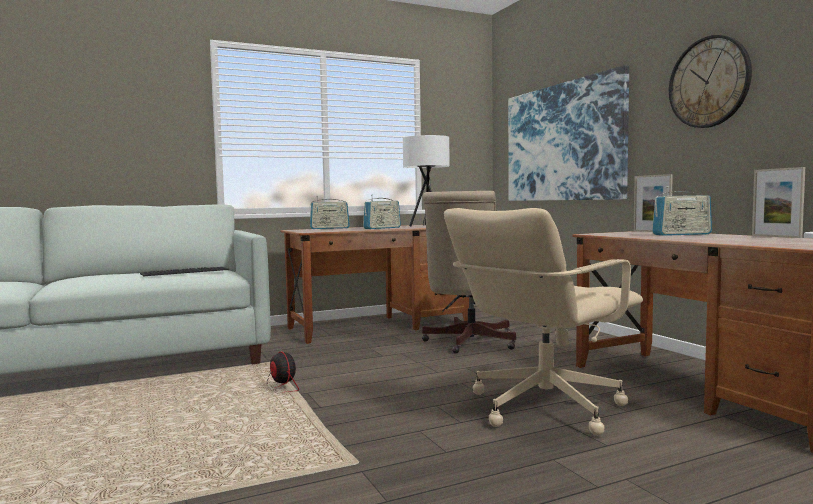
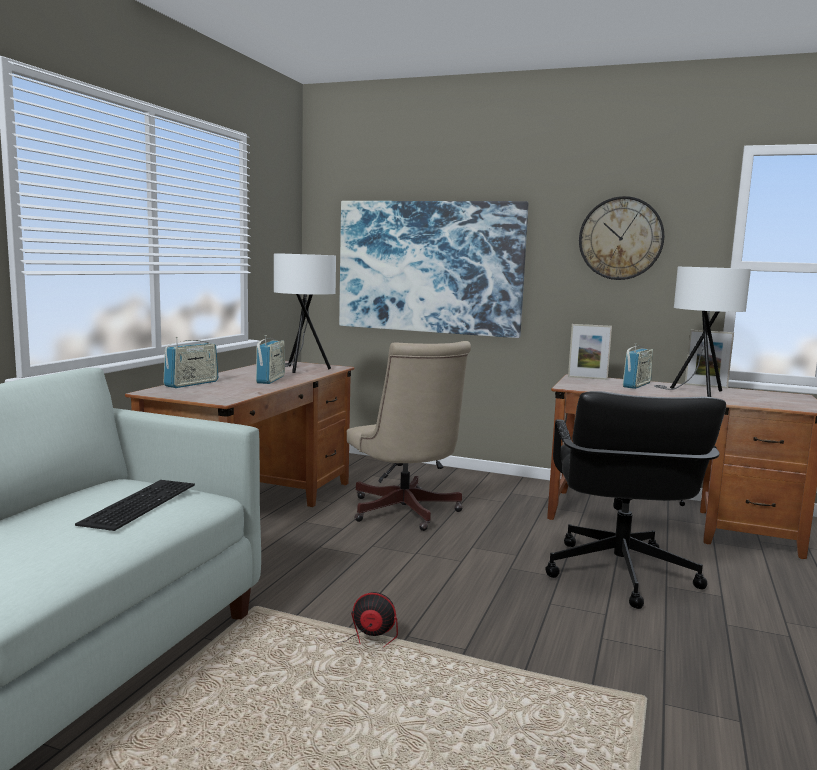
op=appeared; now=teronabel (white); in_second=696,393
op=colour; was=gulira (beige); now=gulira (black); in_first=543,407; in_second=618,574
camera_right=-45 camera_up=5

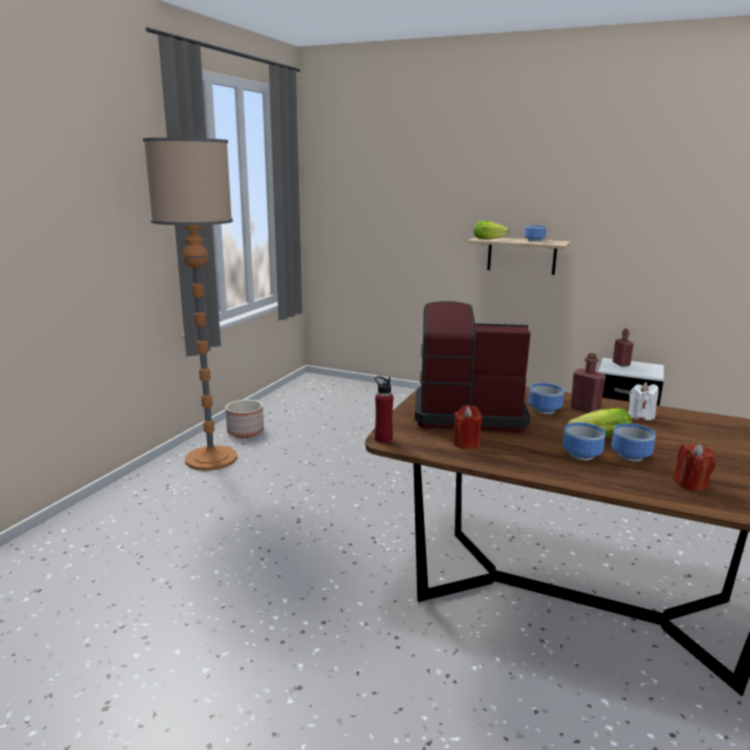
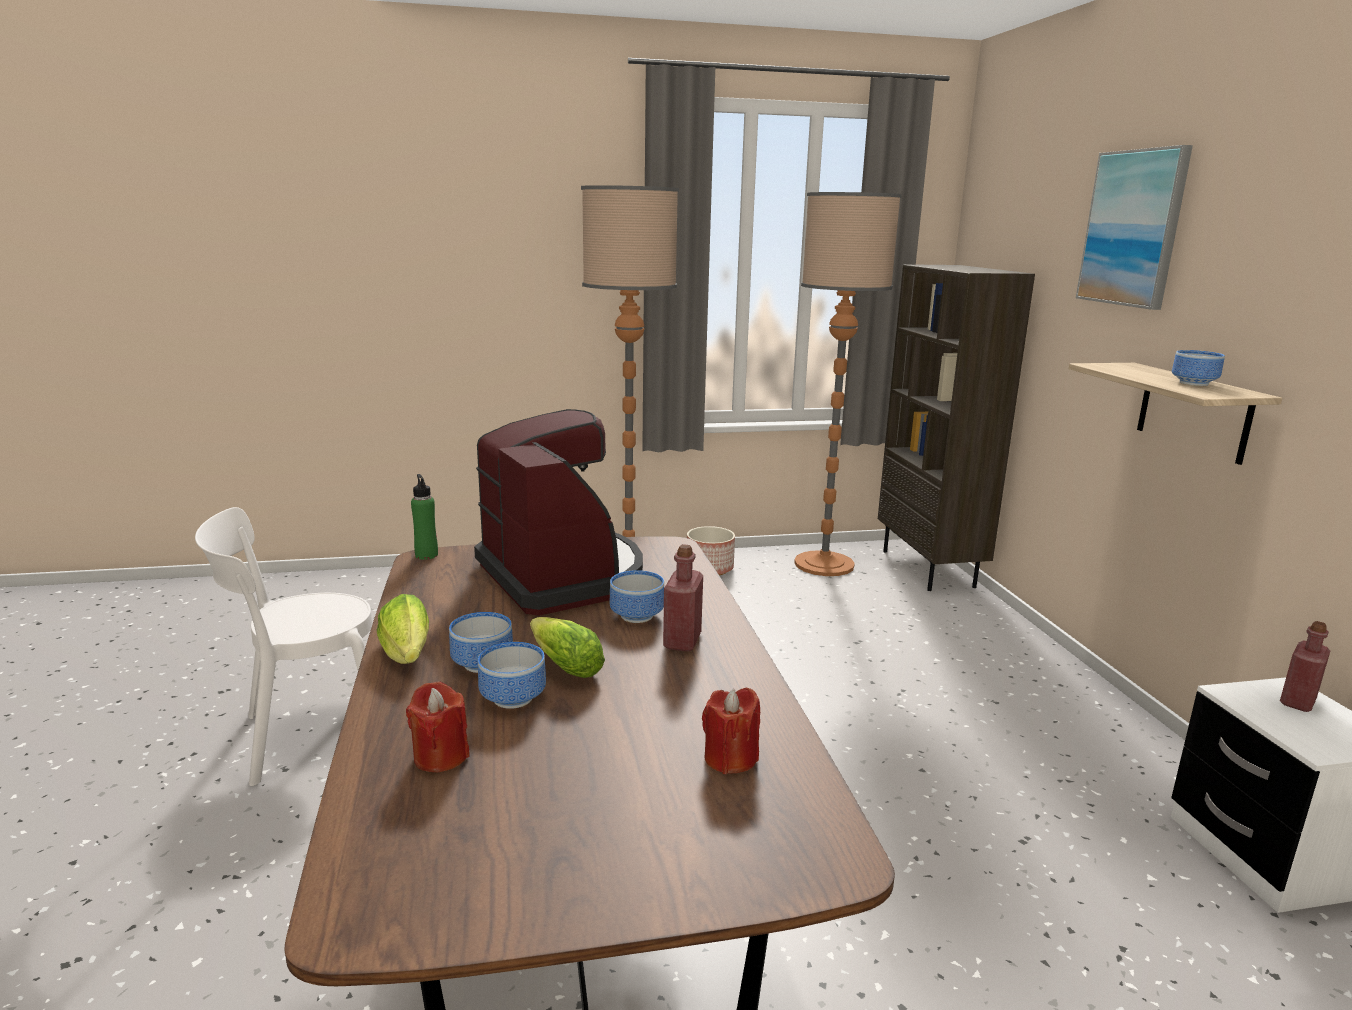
op=missing; was=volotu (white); in_first=641,416
op=appeared; now=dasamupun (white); in_second=307,736
op=appeared; now=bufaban; in_second=824,564
op=appeared; now=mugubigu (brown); in_second=929,569
op=appeared; now=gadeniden; in_second=1133,228
op=relocated; was=volotu (red); in_first=466,443; in_second=730,758
op=relocated; was=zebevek; in_first=490,239; in_second=407,655
op=colour; was=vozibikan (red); now=vozibikan (green); in_first=383,439; in_second=426,555
camera_right=55 camera_up=0

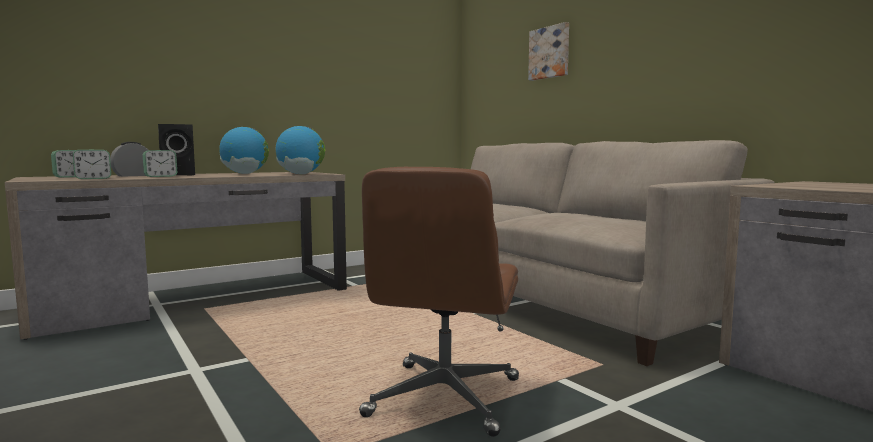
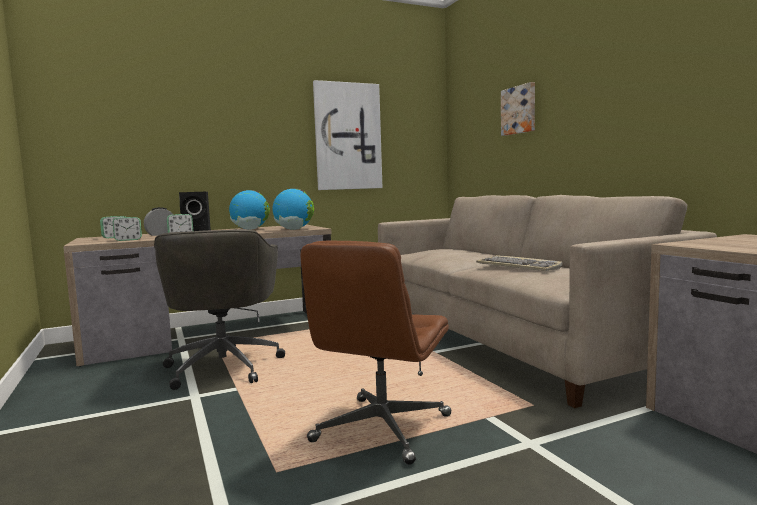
op=appeared; now=gulira (grey); in_second=224,366
op=appeared; now=gadeniden; in_second=347,136
op=appeared; now=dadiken; in_second=519,266
camera_right=10 camera_up=0

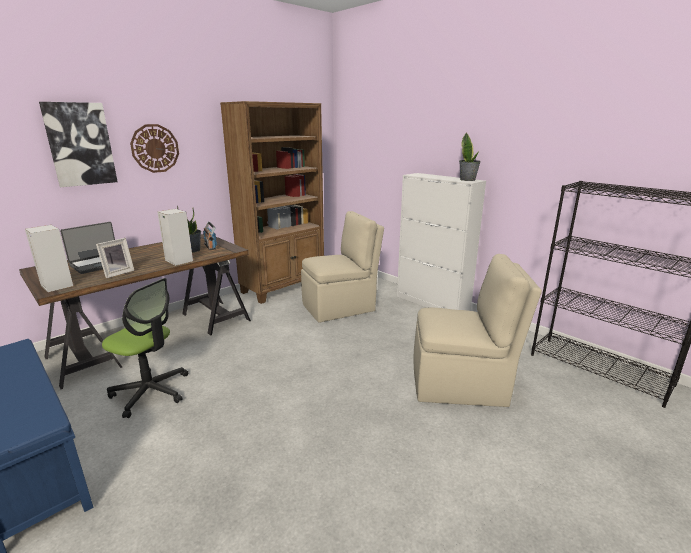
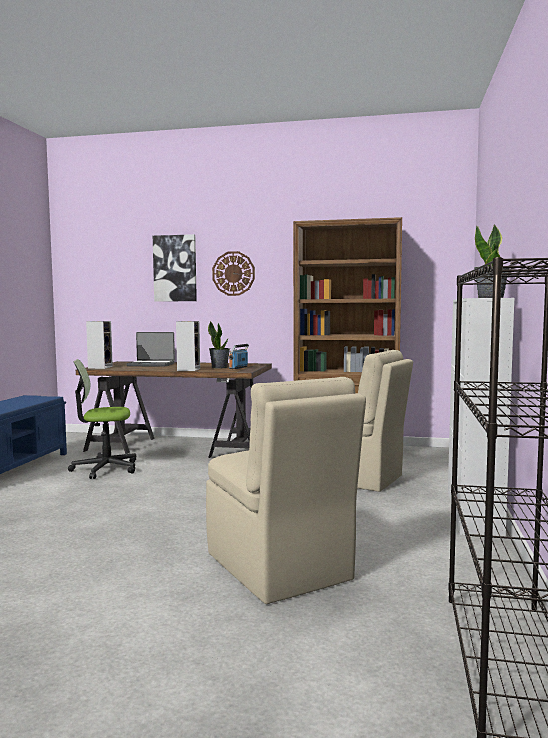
op=missing; was=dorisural; in_first=117,273
op=spun; was=gulira; in_first=151,392; in_second=105,469; clockwise=90
camera_right=55 camera_up=-15

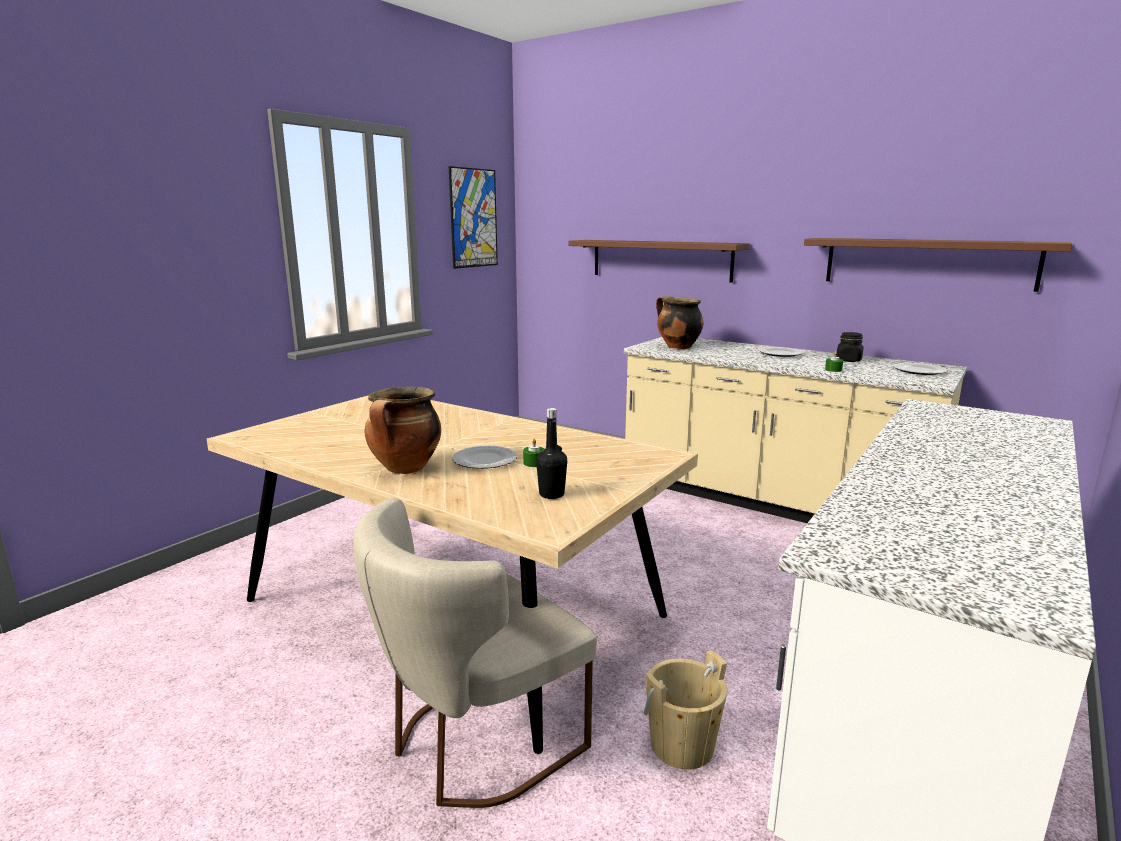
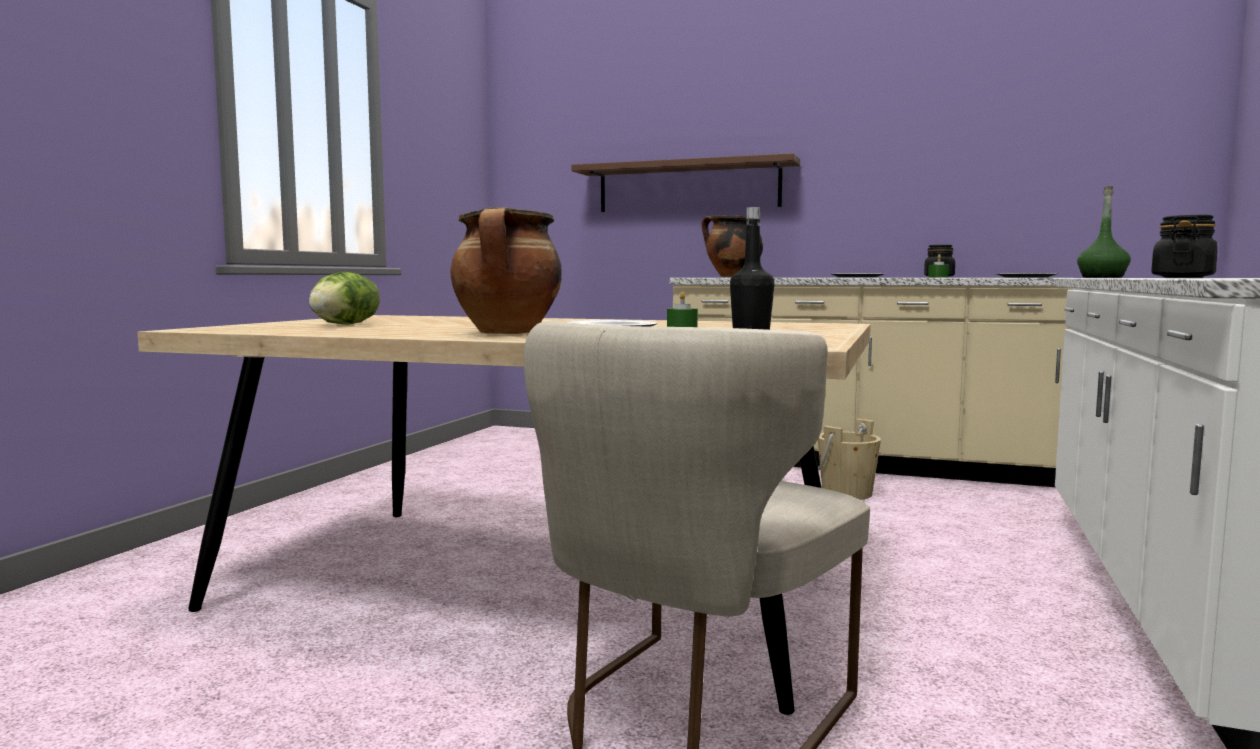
op=missing; was=gadeniden; in_first=473,218
op=missing; was=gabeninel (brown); in_first=927,263
op=appeared; now=zebevek; in_second=346,324
op=appeared; now=vozibikan (green); in_second=1102,277
op=appeared; now=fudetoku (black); in_second=1182,277
op=relocated; was=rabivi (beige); in_first=682,745; in_second=847,493
camera_right=-15 camera_up=-10

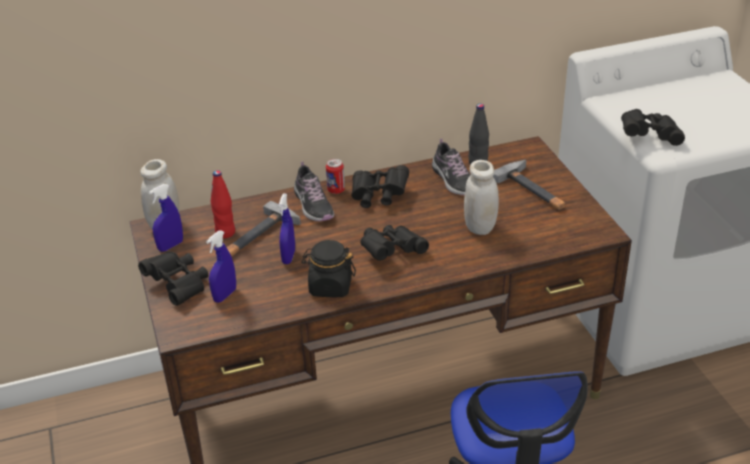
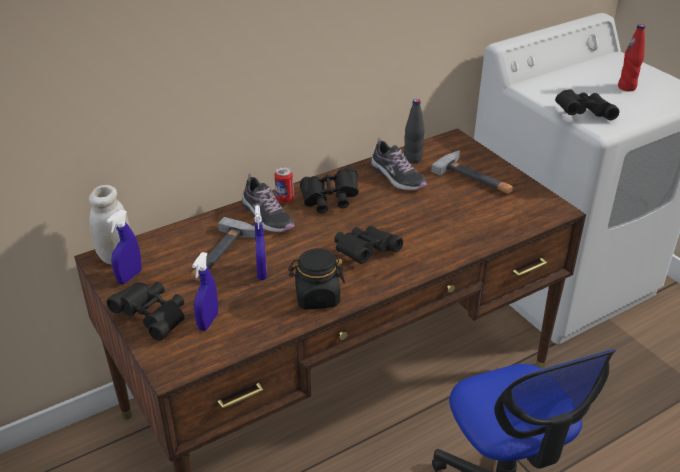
op=missing; was=fudetoku (white); in_first=480,227
op=relocated; was=vozibikan (red); in_first=225,233; in_second=626,87
camera_right=-15 camera_up=0

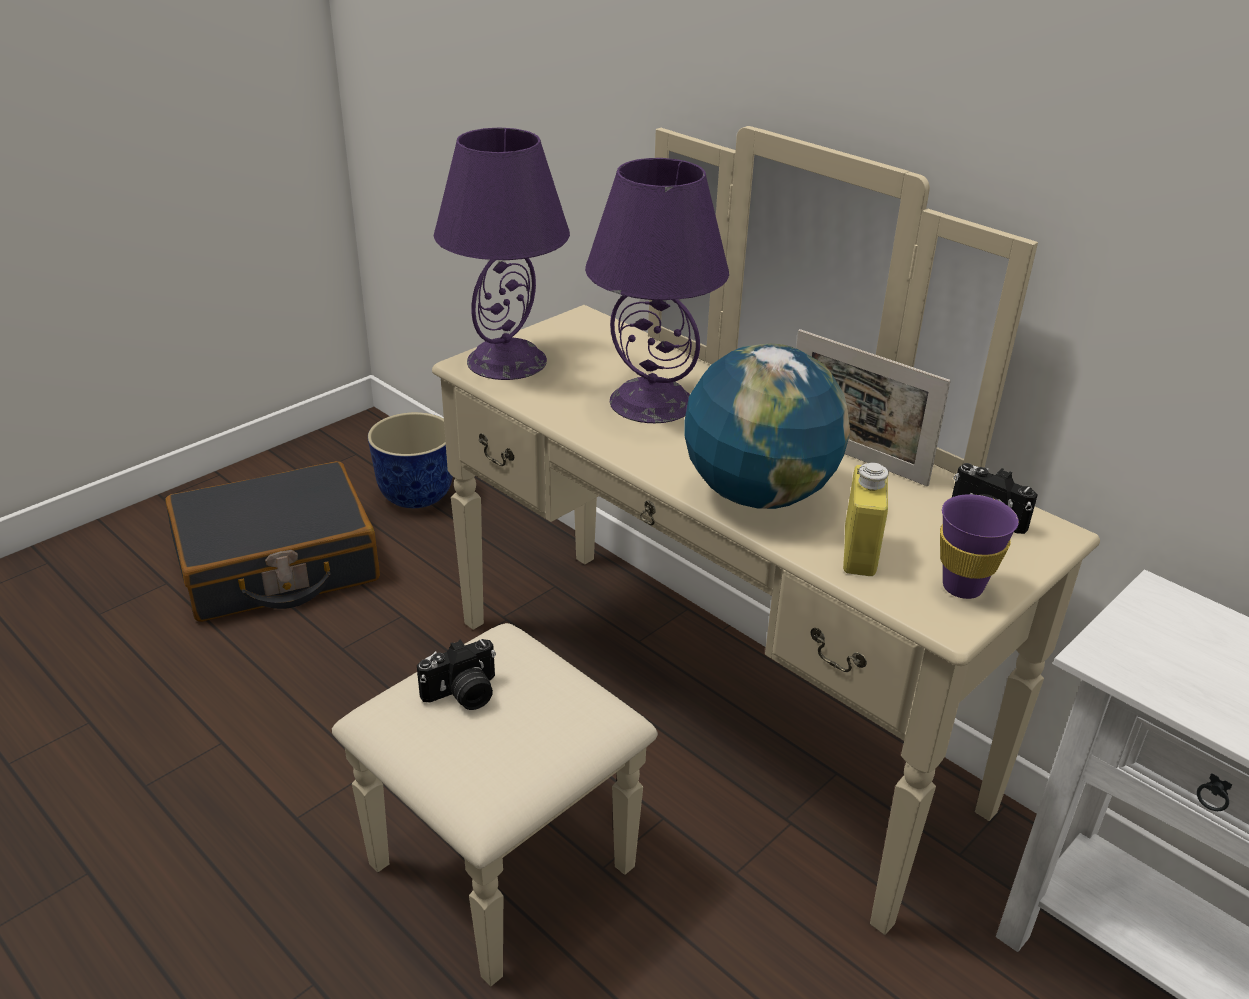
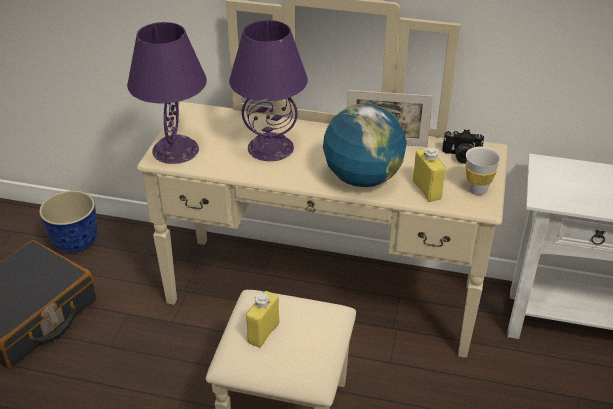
op=exchanged; was=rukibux; now=vozibikan (yellow); in_first=463,695; in_second=263,332
op=colour; was=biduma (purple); now=biduma (white); in_first=962,587; in_second=477,189
camera_right=-30 camera_up=5

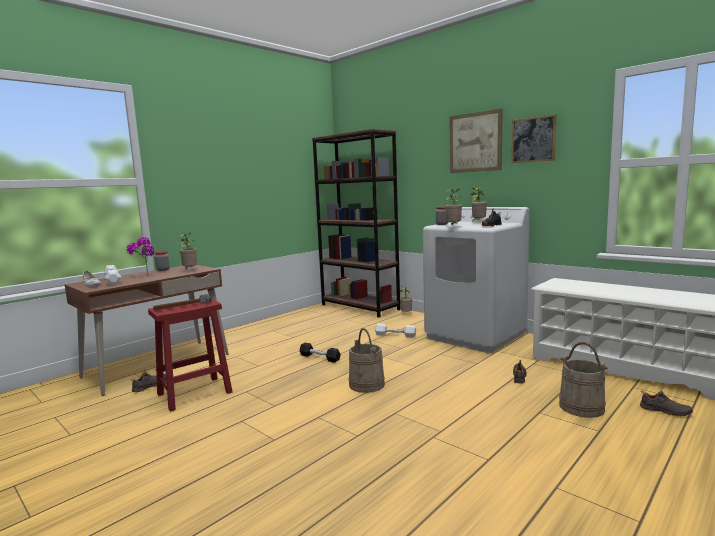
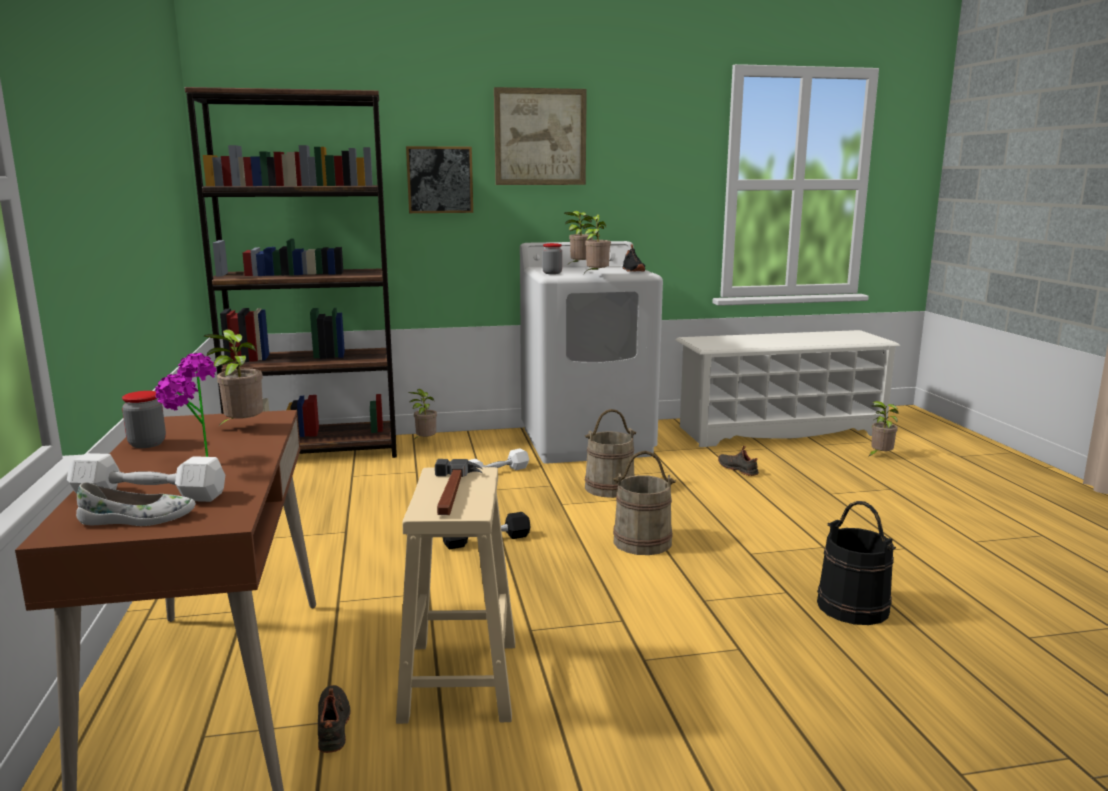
op=appeared; now=rabivi (black); in_second=853,606
op=relocated; was=gadeniden; in_first=533,139; in_second=440,180
op=relocated; was=rabivi (beige); in_first=581,407; in_second=609,488
op=exchanged; was=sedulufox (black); now=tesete; in_first=665,411; in_second=879,456
op=colour; was=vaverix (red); now=vaverix (beige); in_first=193,394; in_second=460,681
camera_right=-55 camera_up=5

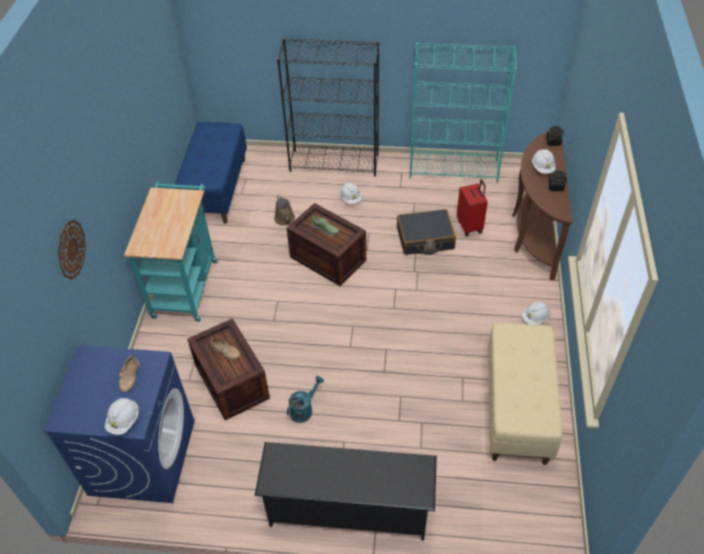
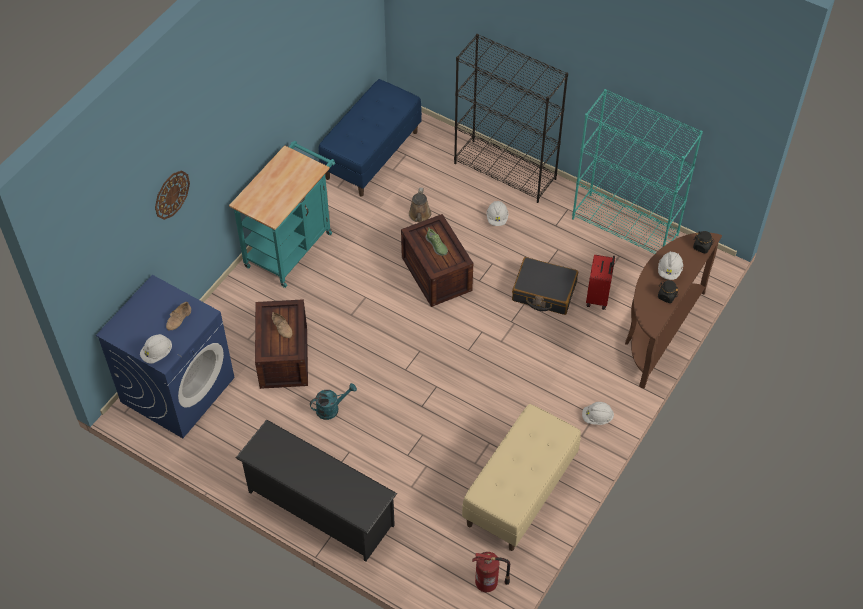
op=appeared; now=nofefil; in_second=488,583
camera_right=25 camera_up=5

